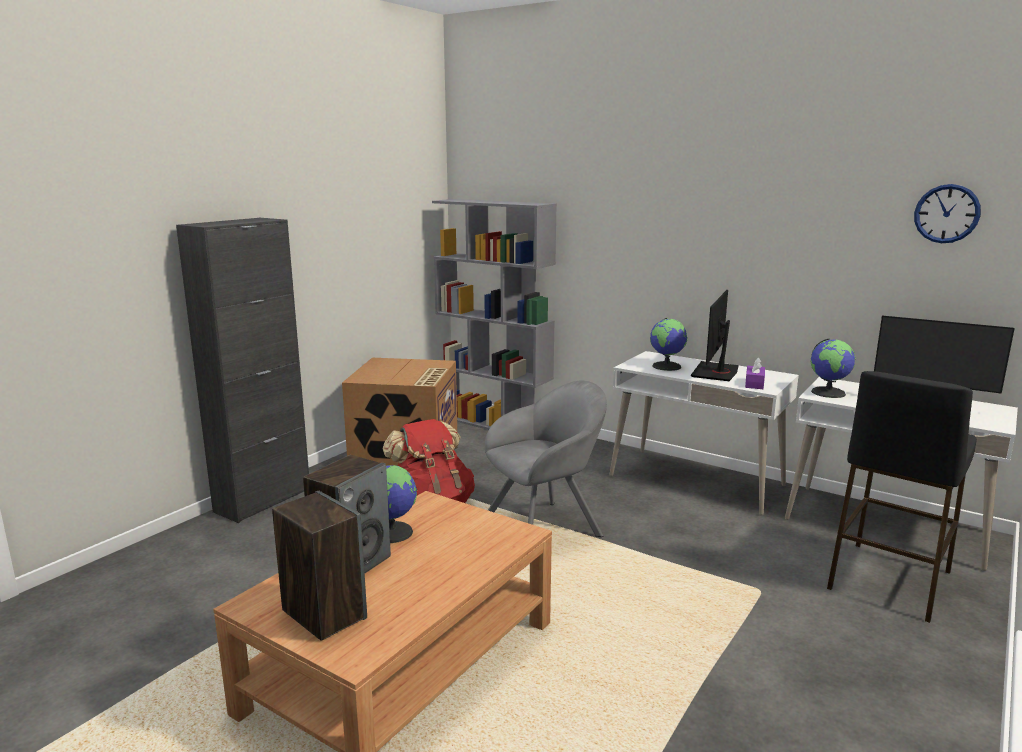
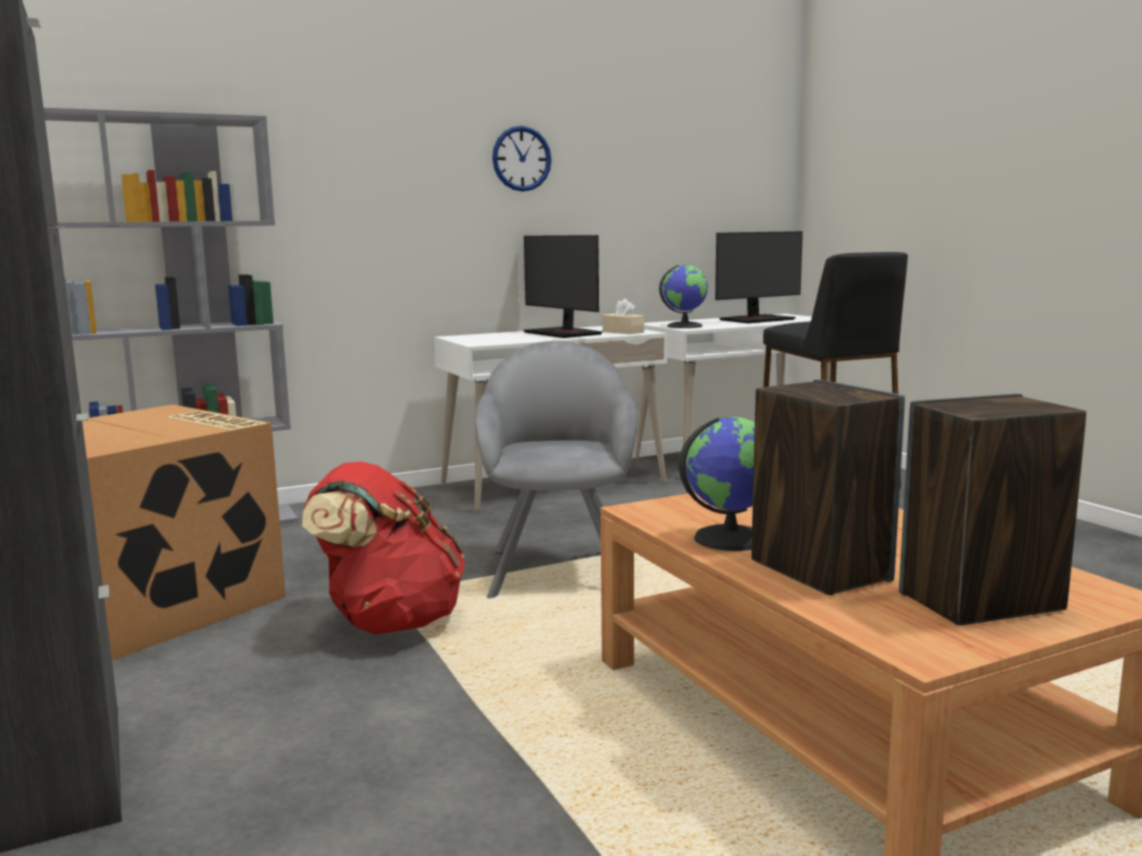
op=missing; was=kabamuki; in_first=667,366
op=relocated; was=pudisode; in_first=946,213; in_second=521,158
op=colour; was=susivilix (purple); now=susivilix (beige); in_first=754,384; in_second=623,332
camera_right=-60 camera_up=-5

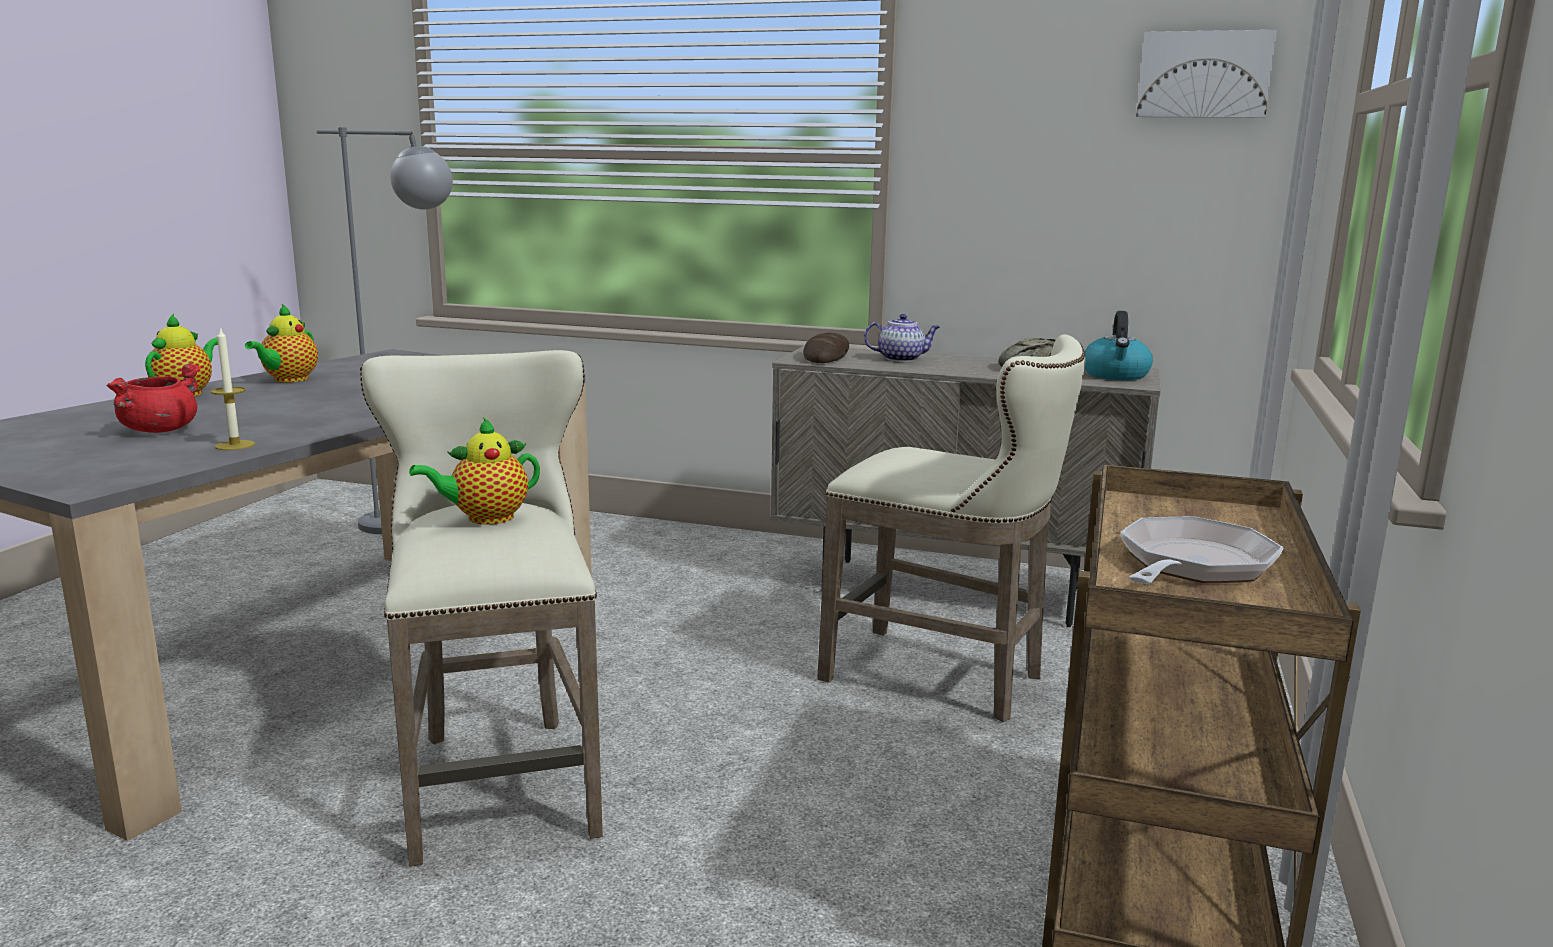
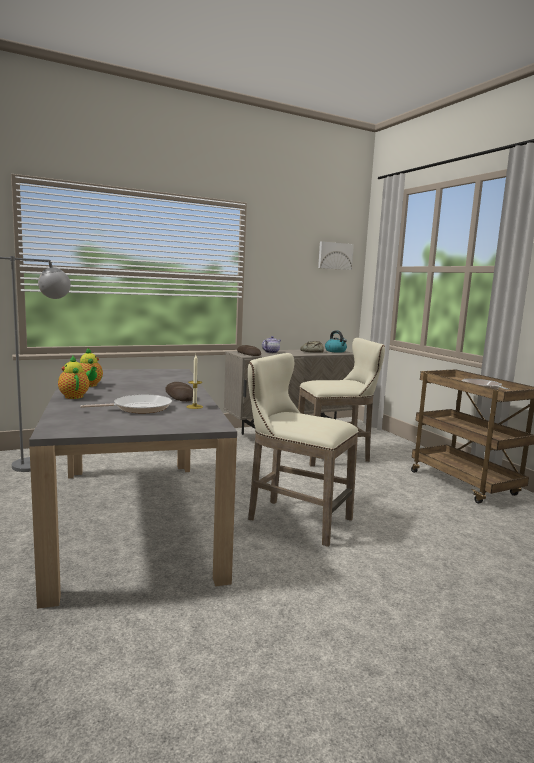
op=missing; was=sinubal; in_first=485,518
op=appeared; now=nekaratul; in_second=179,396
op=exchanged; was=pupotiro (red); now=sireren; in_first=160,430; in_second=139,408
camera_right=-45 camera_up=-5

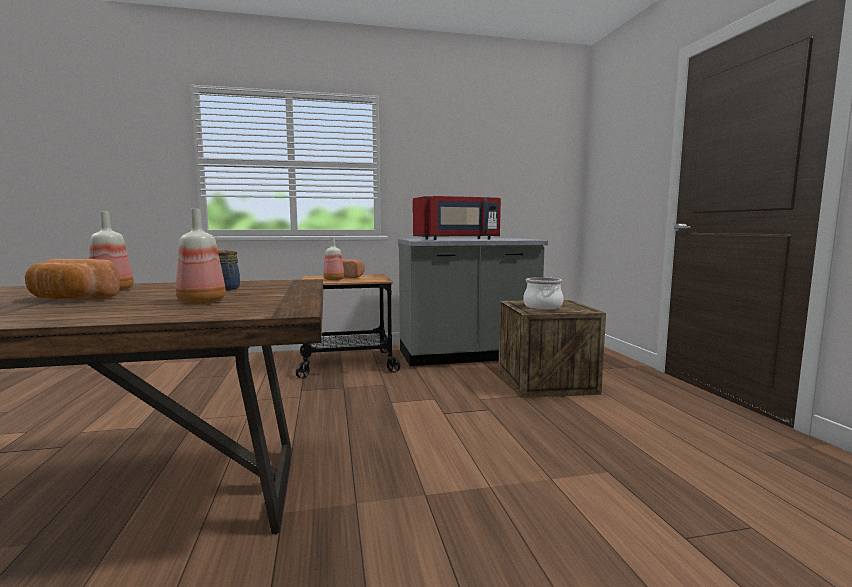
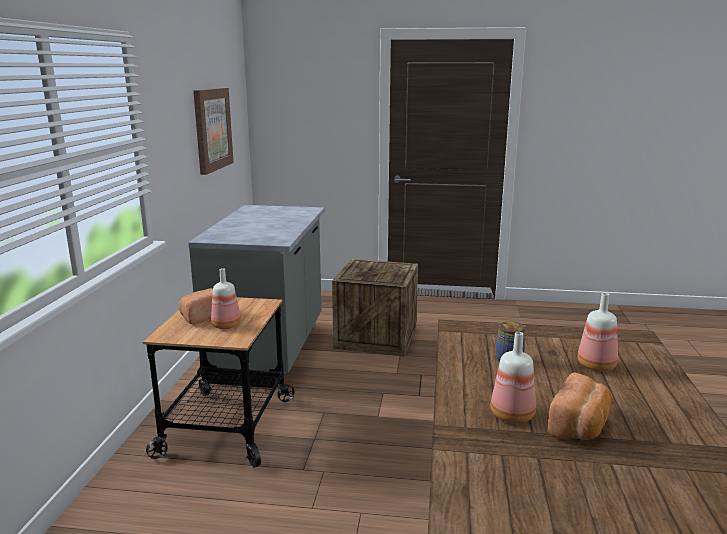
op=missing; was=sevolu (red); in_first=458,239
op=missing; was=pupotiro; in_first=543,306
op=appeared; now=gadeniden; in_second=212,129
camera_right=-70 camera_up=10

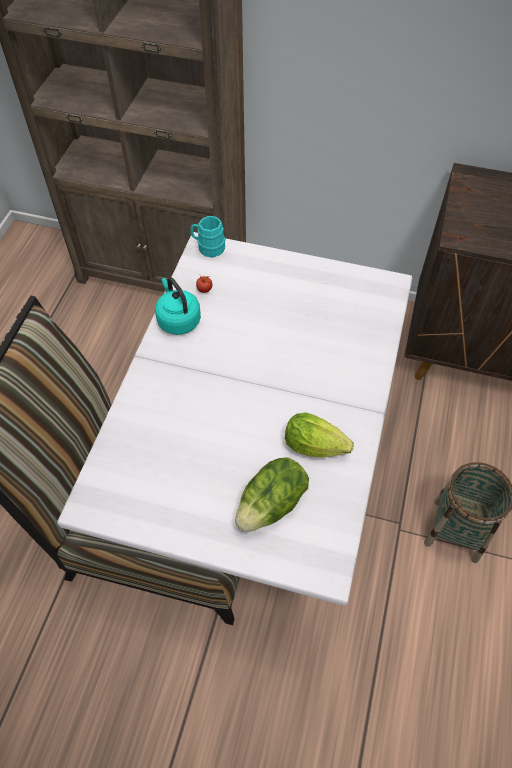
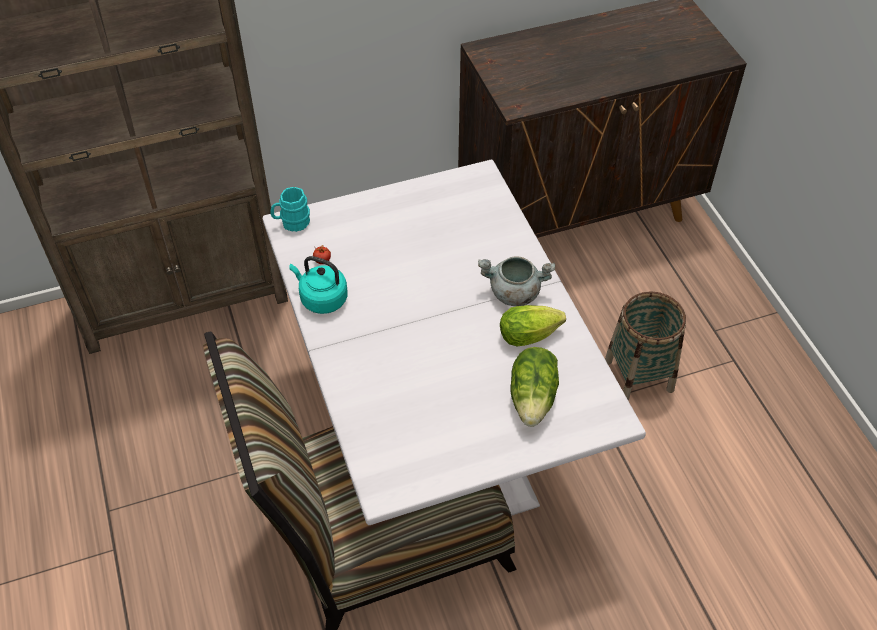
op=appeared; now=pupotiro (grey); in_second=514,293
camera_right=-35 camera_up=-5

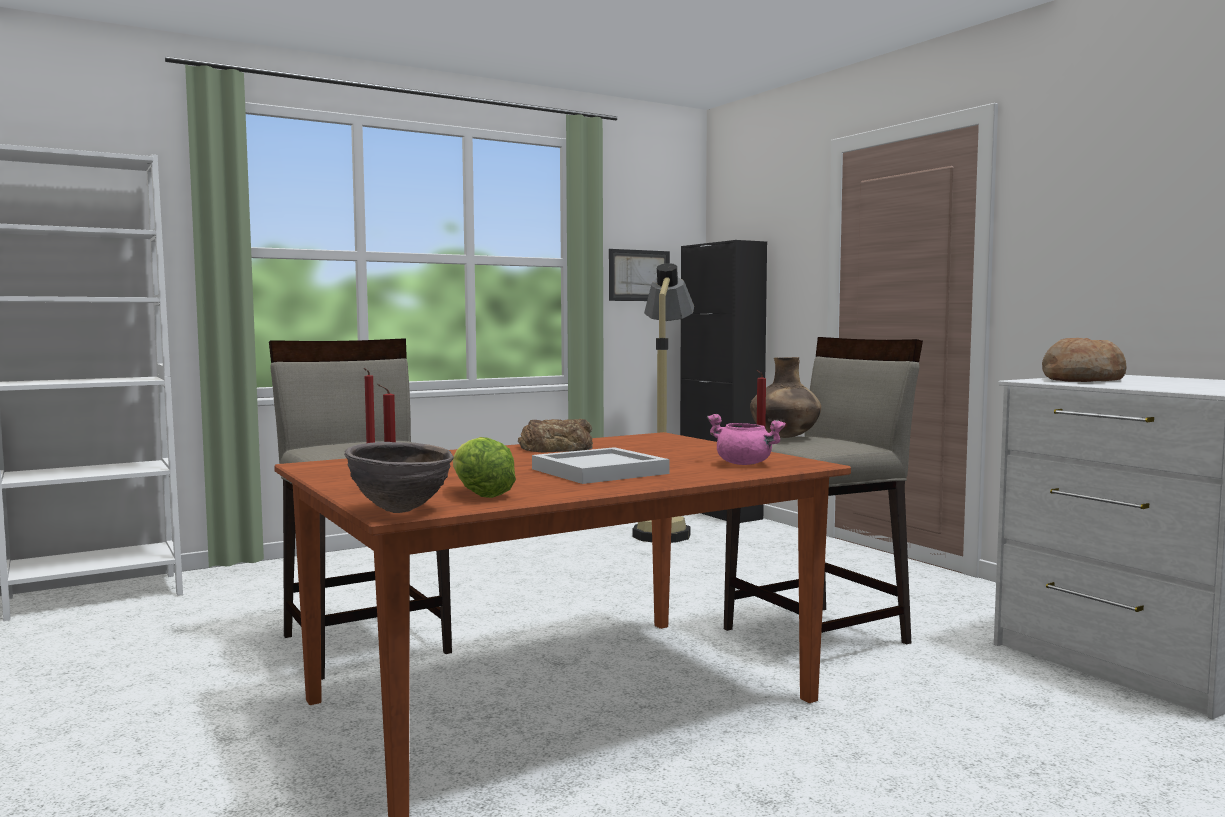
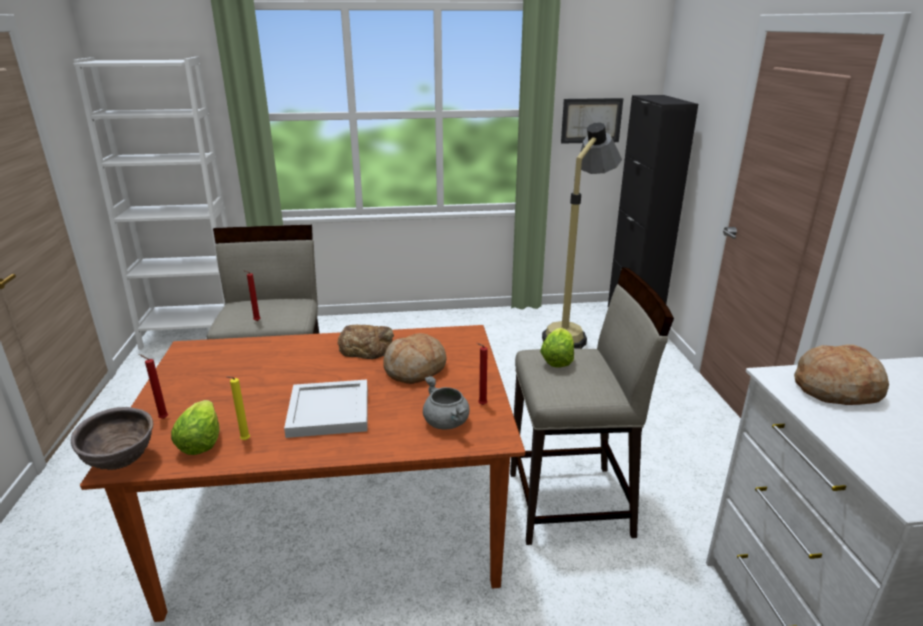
op=appeared; now=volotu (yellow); in_second=244,441
op=appeared; now=nekaratul; in_second=415,369
op=exchanged; was=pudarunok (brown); now=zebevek; in_first=784,437; in_second=557,360
op=colour; was=pupotiro (pink); now=pupotiro (grey); in_first=745,464; in_second=447,423
camera_right=25 camera_up=20

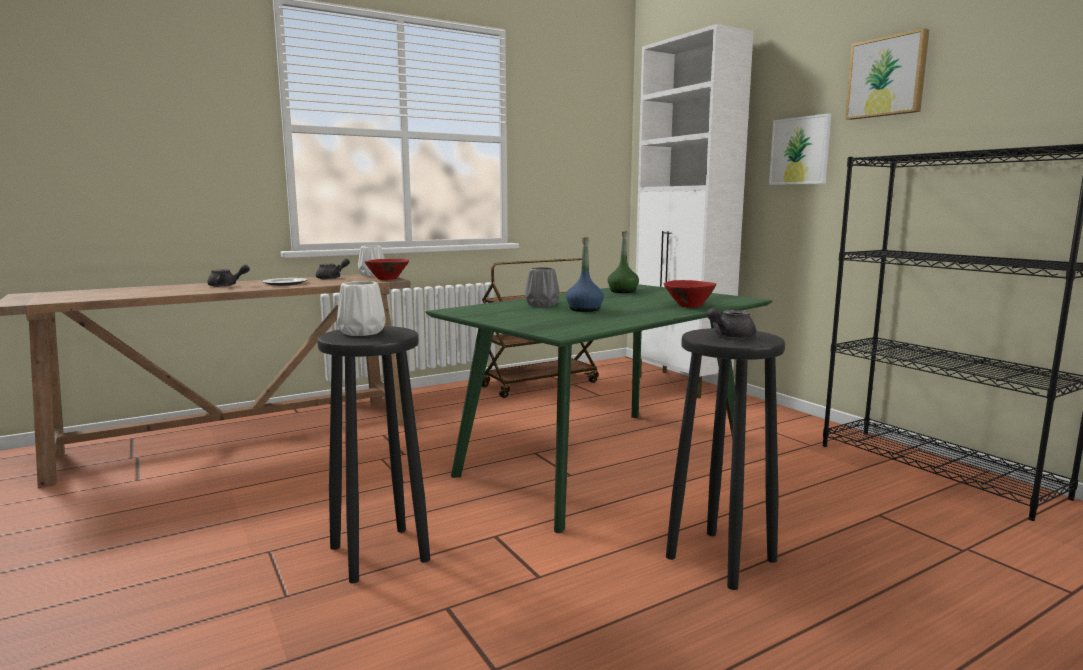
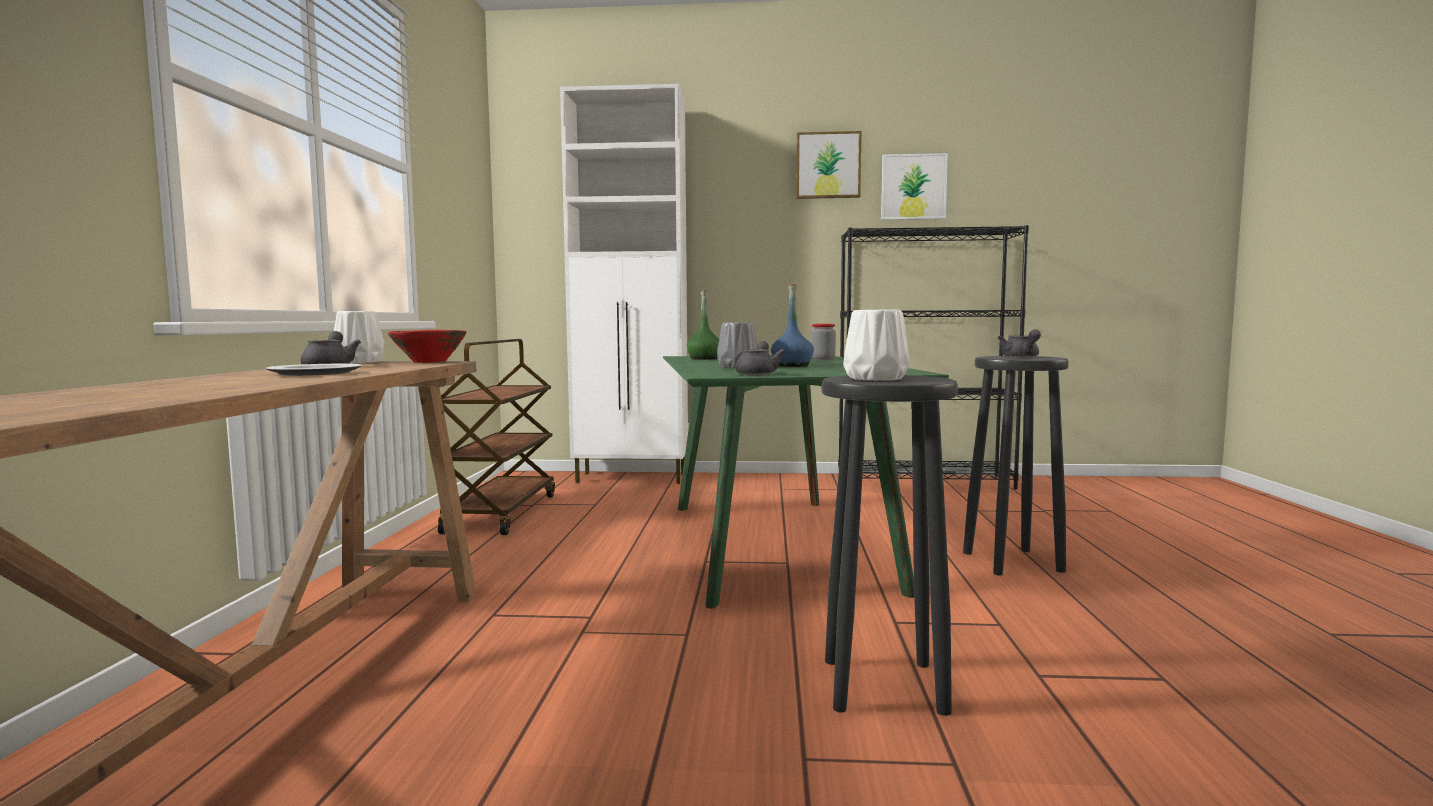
op=relocated; was=sinubal (grey); in_first=227,285; in_second=758,373
op=relocated; was=gadeniden; in_first=799,151; in_second=913,187
op=exchanged; was=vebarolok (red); now=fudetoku; in_first=689,305; in_second=823,359
camera_right=-55 camera_up=-5

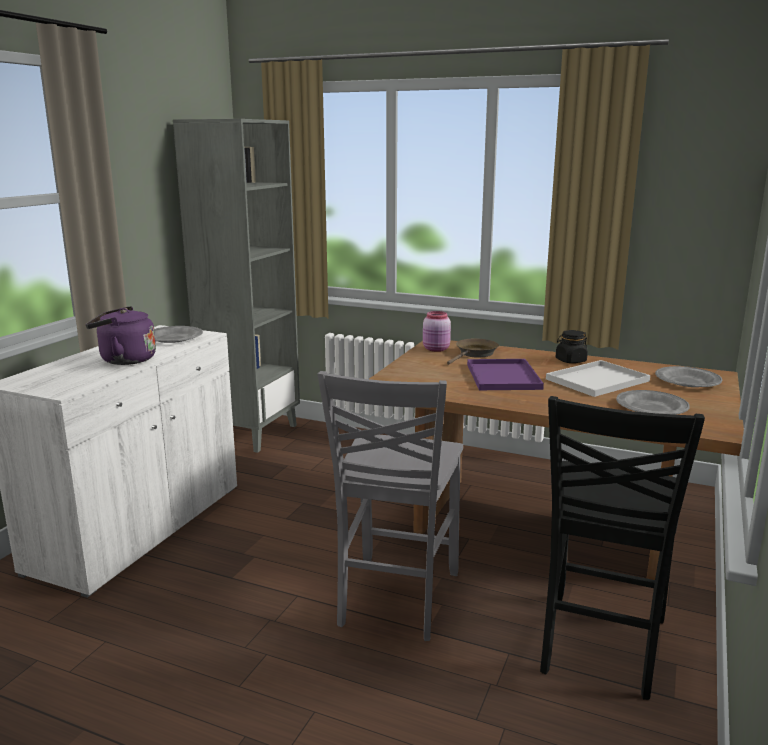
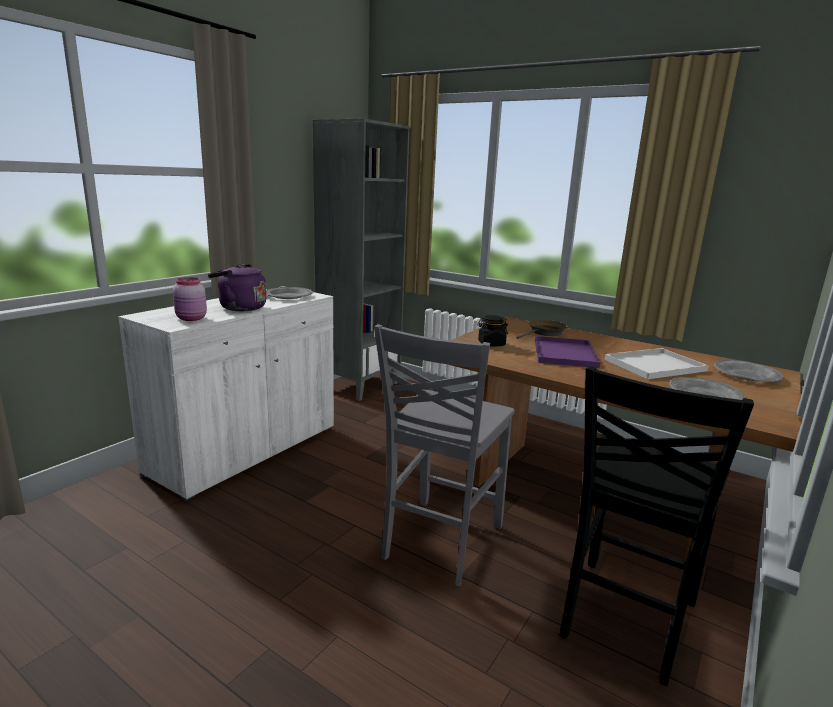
op=relocated; was=fudetoku (pink); in_first=436,349; in_second=191,319
op=relocated; was=fudetoku (black); in_first=570,361; in_second=491,344
camera_right=10 camera_up=0

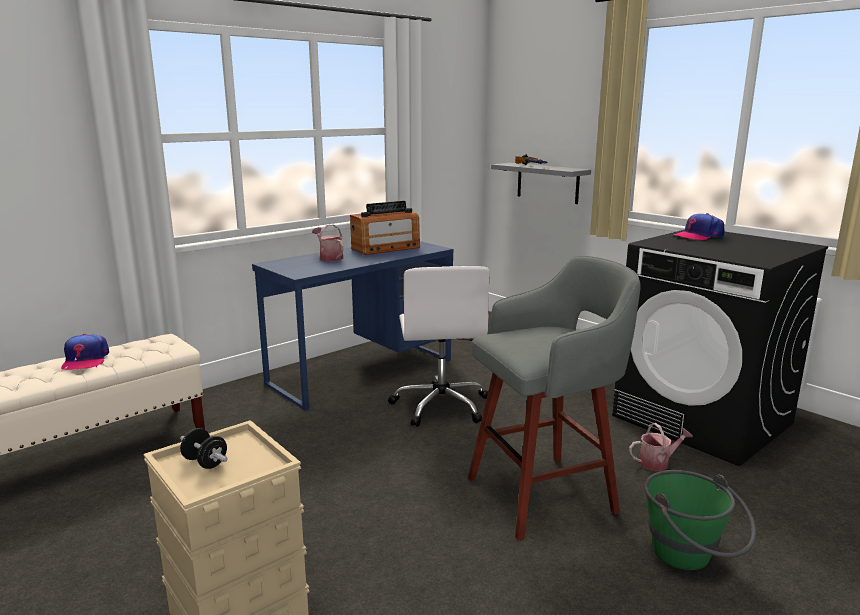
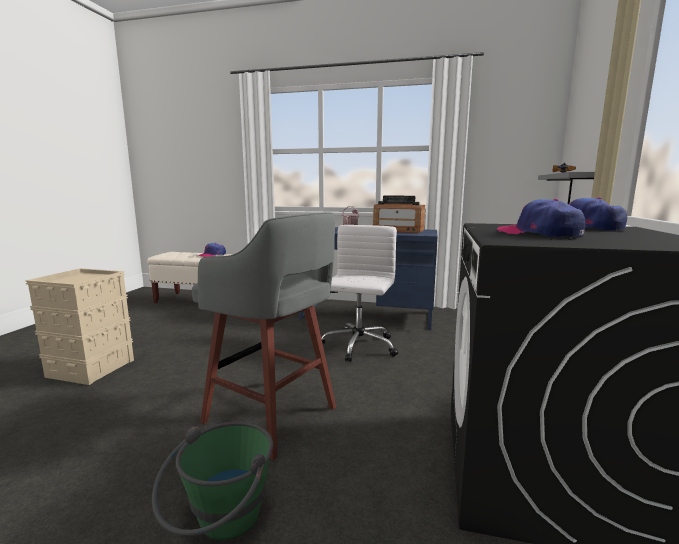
op=missing; was=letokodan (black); in_first=205,462
op=missing; was=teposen; in_first=657,462
op=appeared; now=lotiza; in_second=539,233
op=spun; was=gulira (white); in_first=441,405; in_second=358,346; clockwise=150
camera_right=55 camera_up=-5

